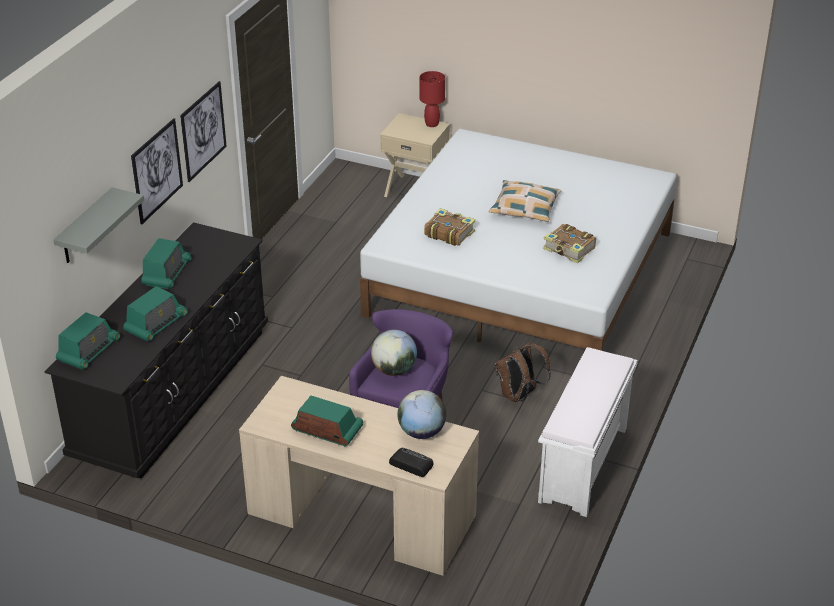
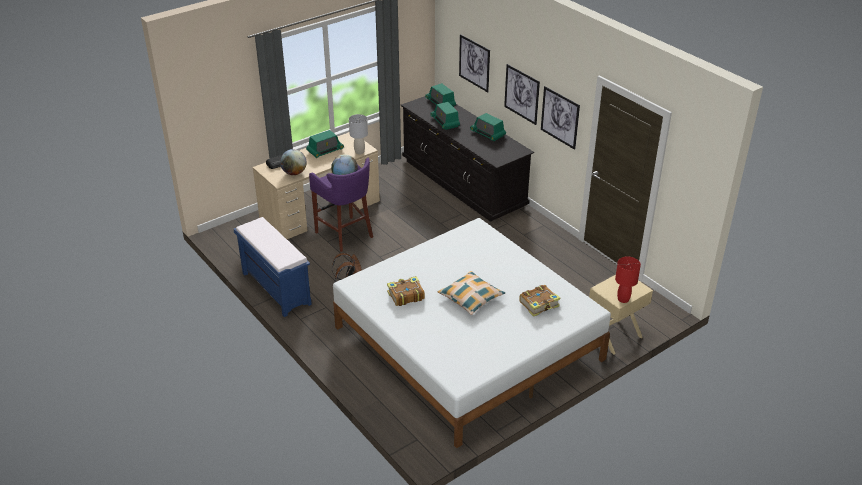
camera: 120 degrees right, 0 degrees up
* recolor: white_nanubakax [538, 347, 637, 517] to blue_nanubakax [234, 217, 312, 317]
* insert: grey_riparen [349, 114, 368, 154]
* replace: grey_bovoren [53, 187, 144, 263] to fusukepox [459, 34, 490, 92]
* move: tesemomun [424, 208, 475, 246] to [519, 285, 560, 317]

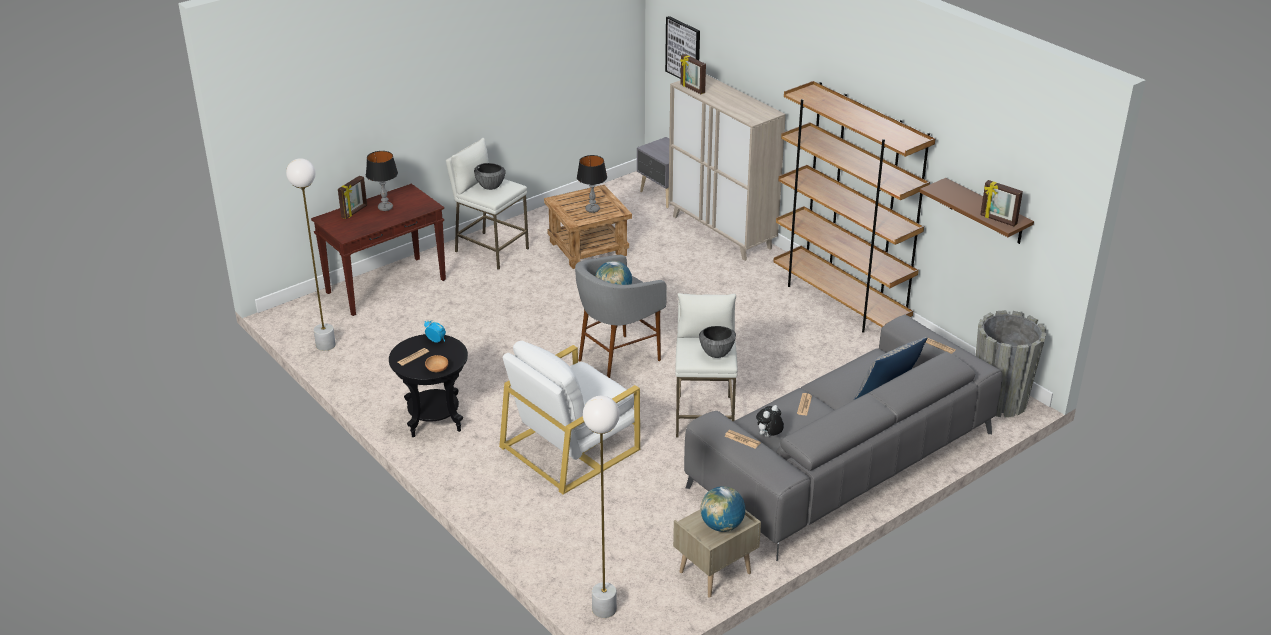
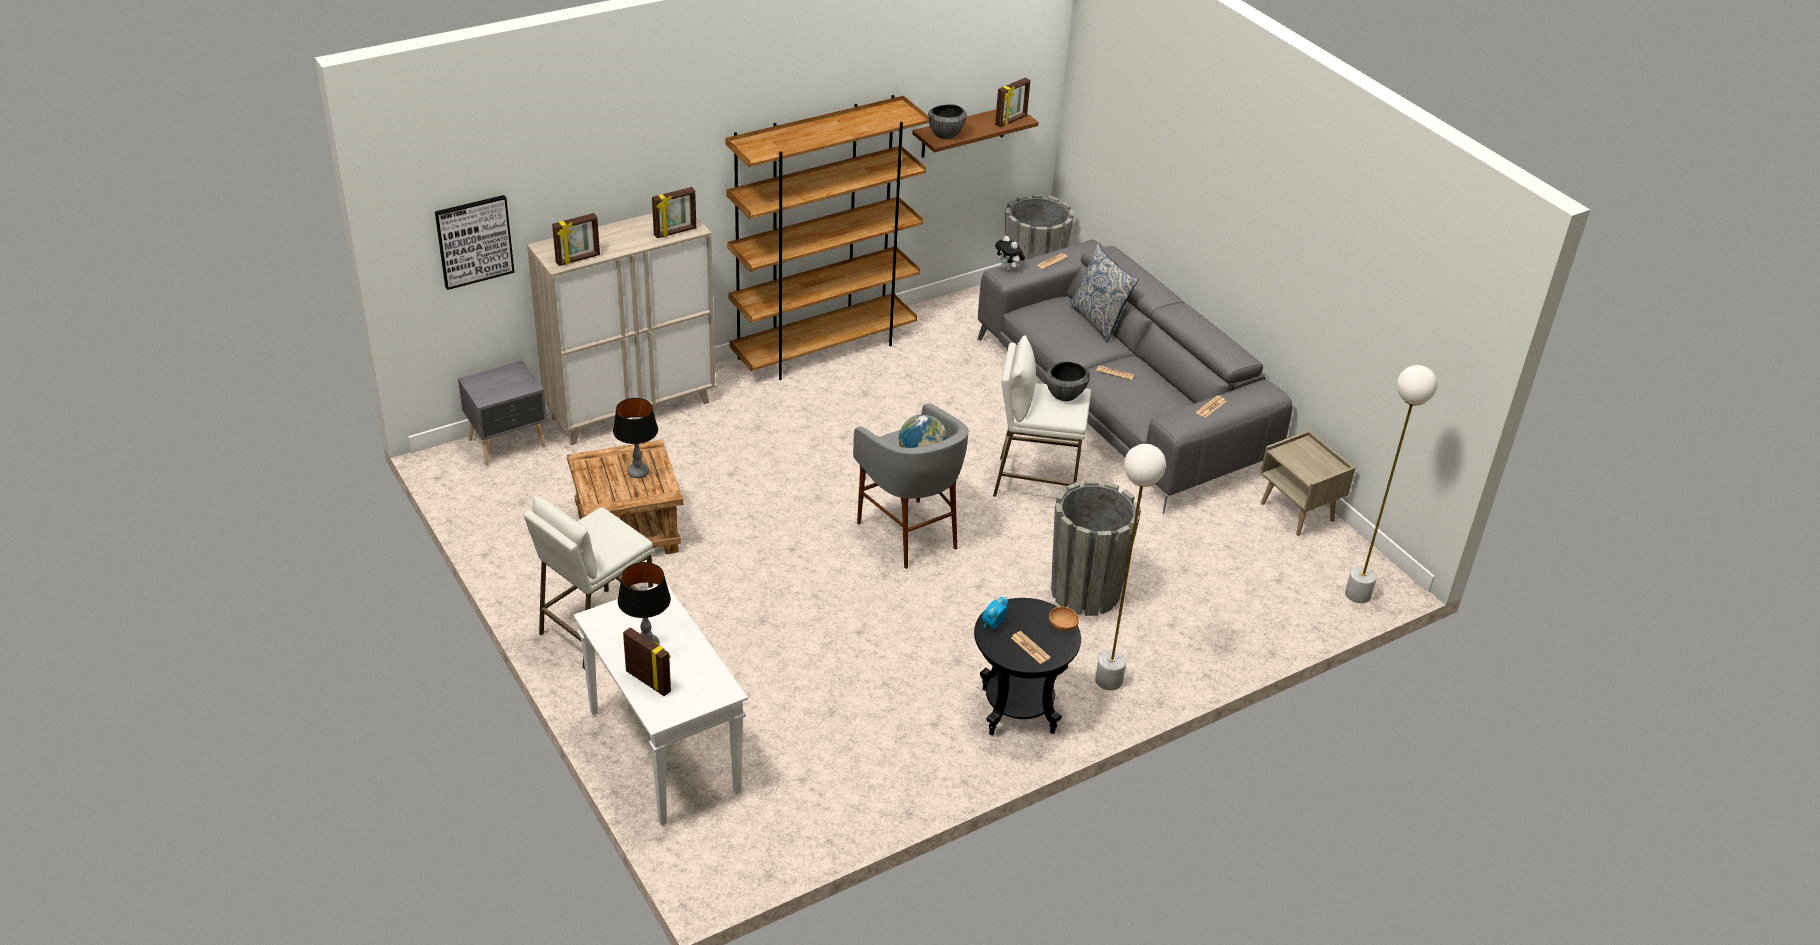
camera: 85 degrees left, 5 degrees up
* recolor: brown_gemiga [311, 184, 446, 316] to white_gemiga [573, 585, 748, 826]
* insert: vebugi [652, 187, 696, 238]
* move: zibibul [474, 163, 506, 190] to [928, 104, 967, 139]
* move: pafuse [756, 405, 784, 437] to [995, 236, 1025, 271]
* replace: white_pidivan [499, 341, 640, 494] to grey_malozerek [1051, 480, 1141, 616]
* move: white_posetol [286, 158, 336, 351] to [1095, 444, 1166, 690]
* delete: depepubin [700, 486, 745, 532]

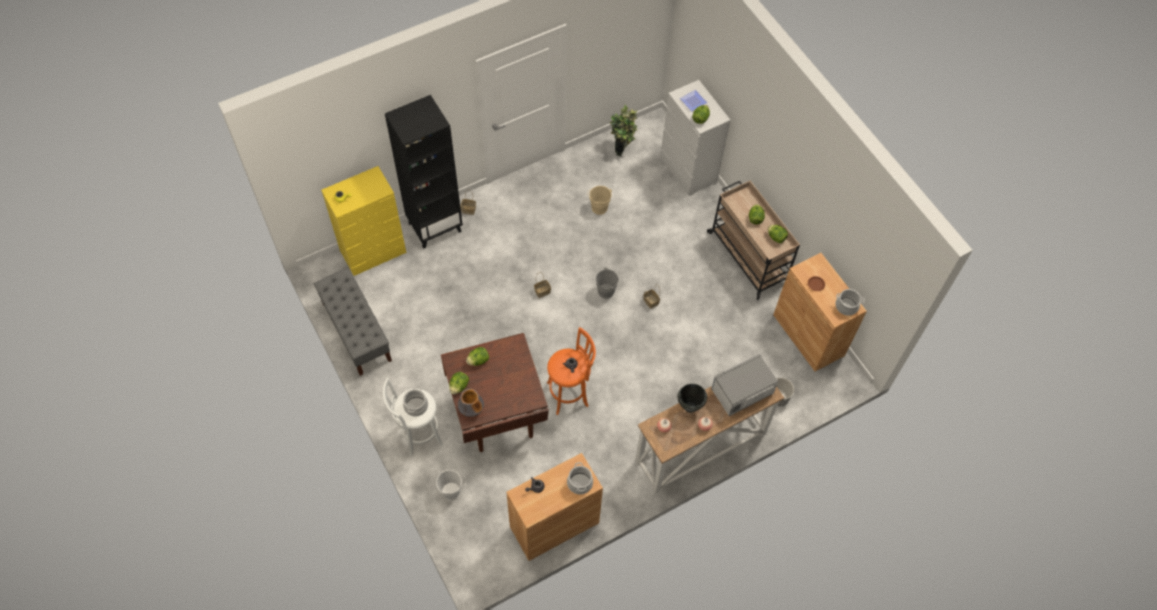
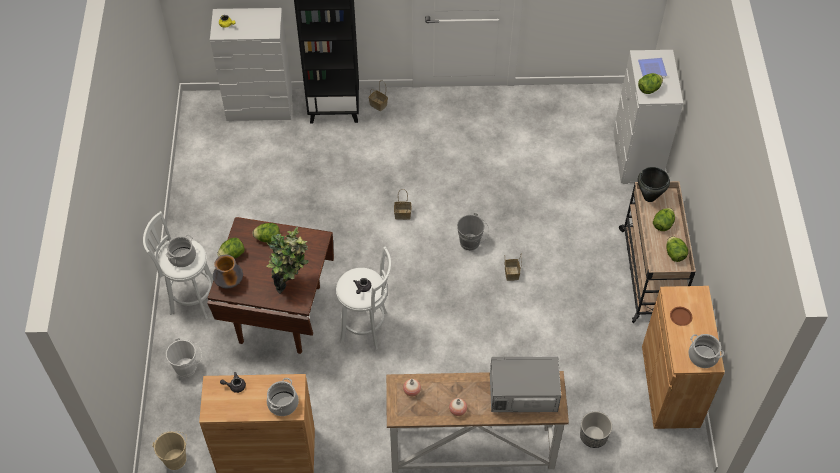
camera: 30 degrees right, 5 degrees down
* move: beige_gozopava [587, 186, 612, 215] to [152, 431, 187, 470]
* recolor: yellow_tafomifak [321, 166, 406, 276] to white_tafomifak [210, 8, 292, 121]
* move: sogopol [610, 104, 638, 157] to [267, 227, 309, 294]
* recolor: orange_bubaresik [547, 327, 596, 415] to white_bubaresik [336, 246, 391, 350]
* move: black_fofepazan [677, 384, 707, 413] to [638, 167, 670, 202]
* delete: grey_nanubakax [314, 268, 392, 376]

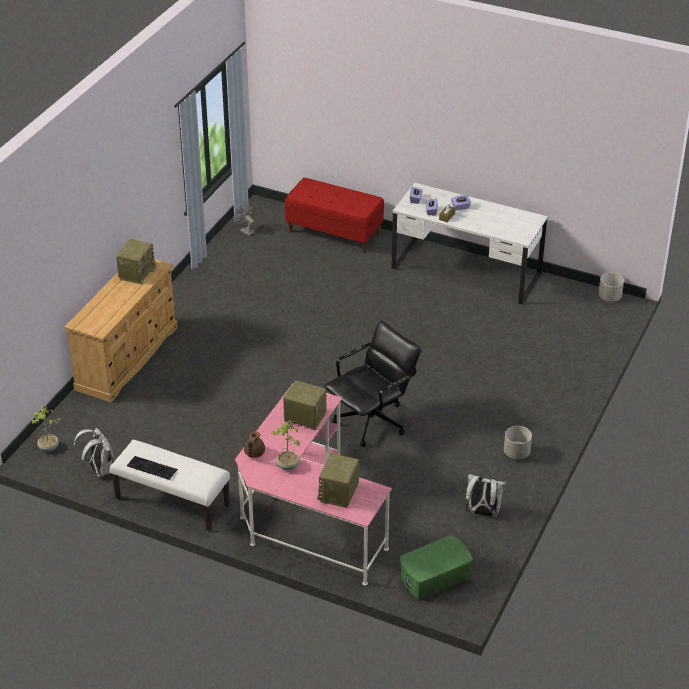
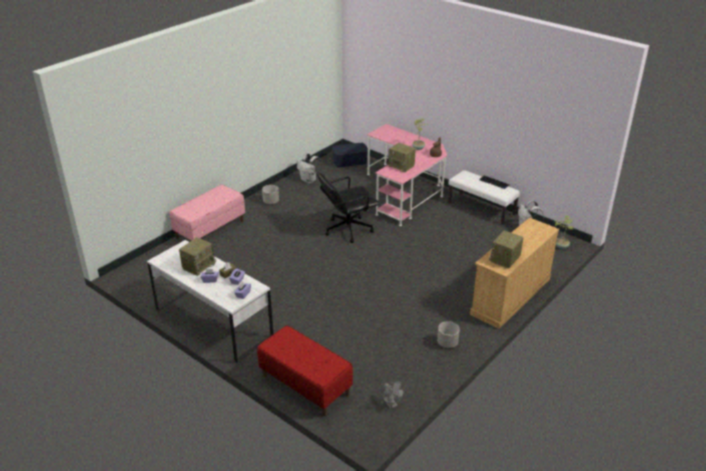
camera: 165 degrees left, 5 degrees down
* insert: pink_nanubakax [170, 185, 245, 241]
* move: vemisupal [317, 453, 359, 508] to [179, 237, 216, 276]
* recolor: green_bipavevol [399, 535, 473, 600] to blue_bipavevol [332, 143, 368, 167]
* move: grey_malozerek [598, 273, 624, 302] to [437, 321, 460, 348]

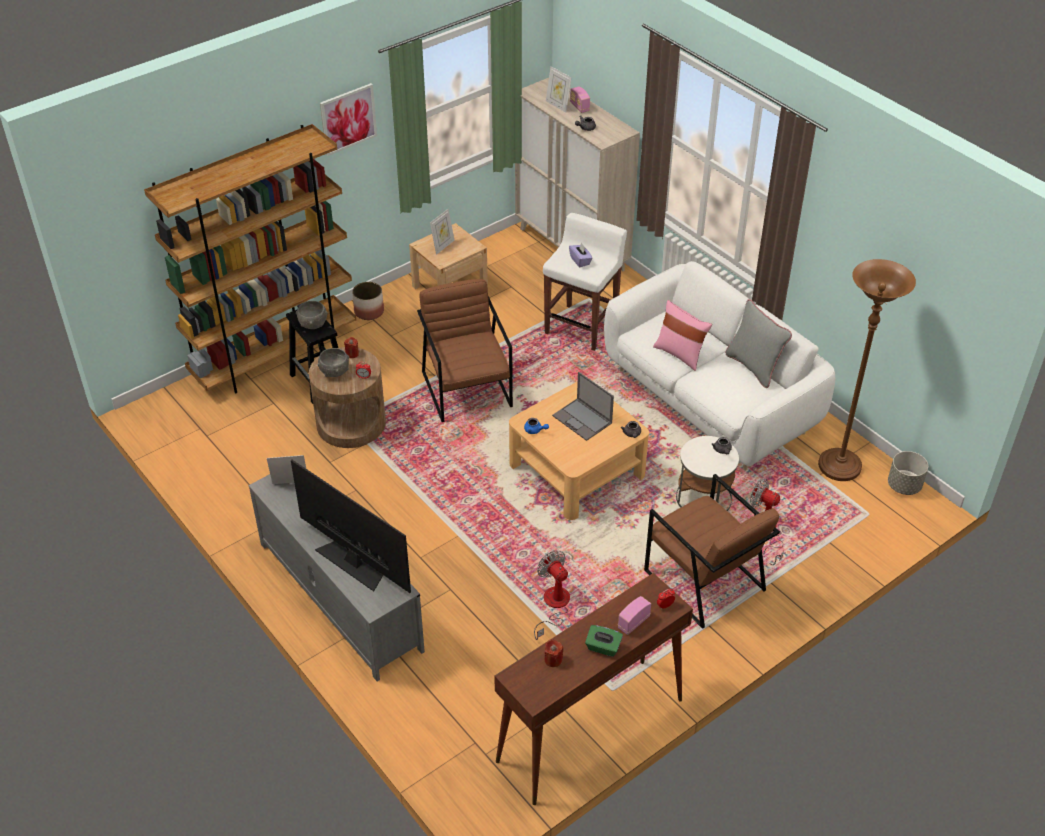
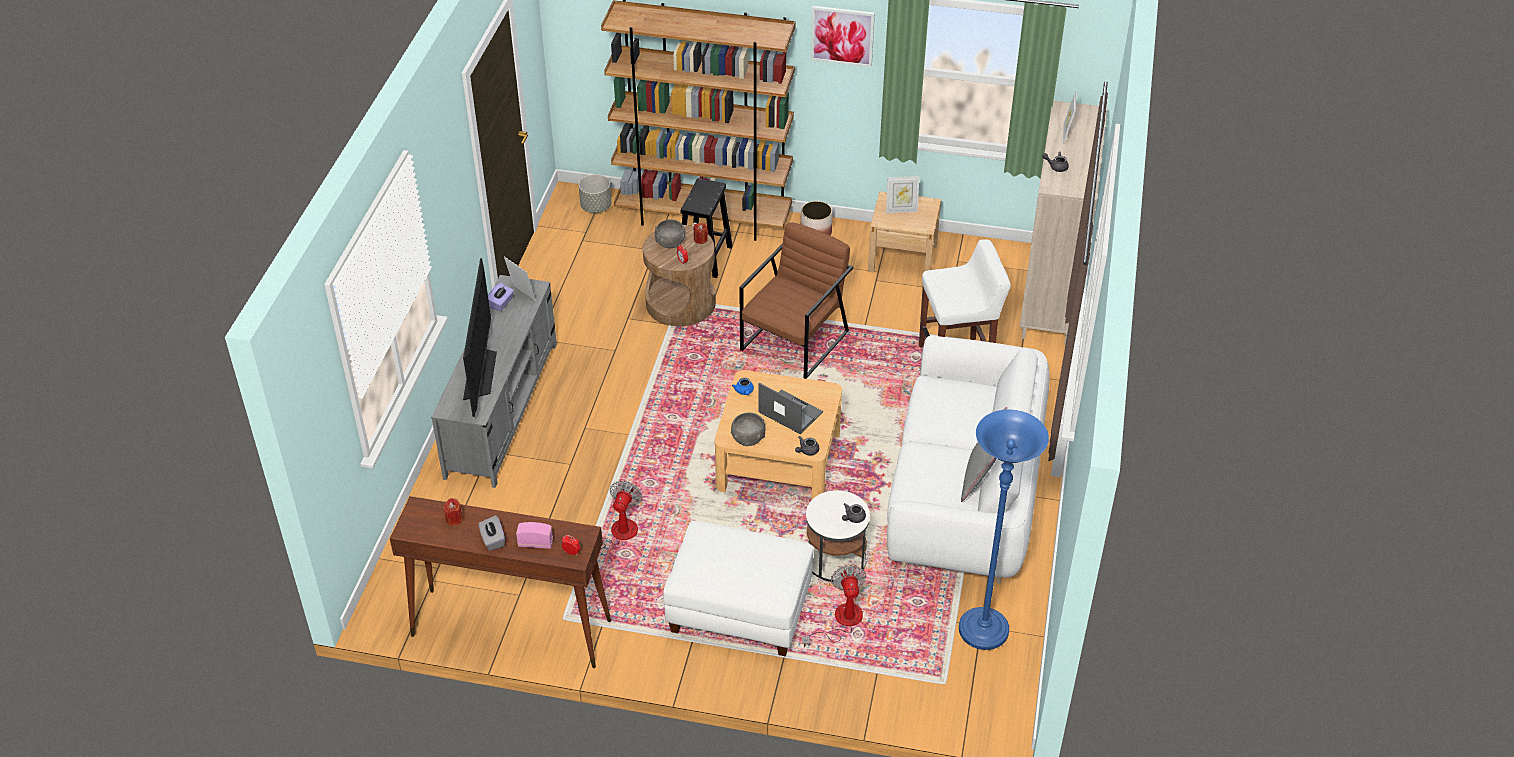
camera: 50 degrees right, 0 degrees up
* recolor: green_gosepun [585, 625, 623, 657] to grey_gosepun [478, 515, 505, 551]
* move: purple_gosepun [569, 242, 593, 267] to [488, 283, 514, 311]
* move: grey_malozerek [888, 451, 928, 495] to [579, 174, 612, 213]
* replace: brown_pidivan [644, 474, 780, 629] to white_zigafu [663, 521, 813, 657]
* move: grey_zibibul [296, 301, 328, 329] to [731, 412, 766, 447]
* rotate: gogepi [552, 372, 614, 441] = [758, 383, 823, 434] 120 degrees clockwise
* recolor: brown_posetol [818, 259, 916, 481] to blue_posetol [959, 410, 1049, 650]
* delete: vemisupal [570, 87, 590, 113]
* delete: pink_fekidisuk [653, 300, 712, 371]

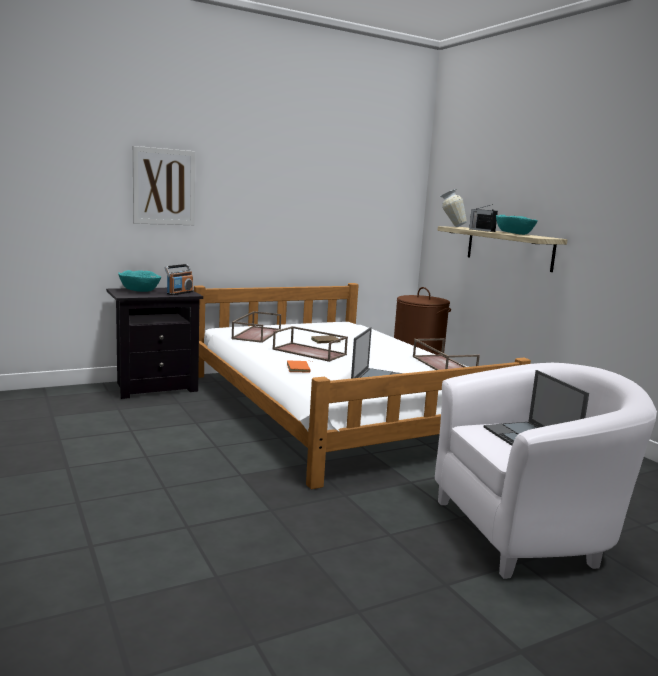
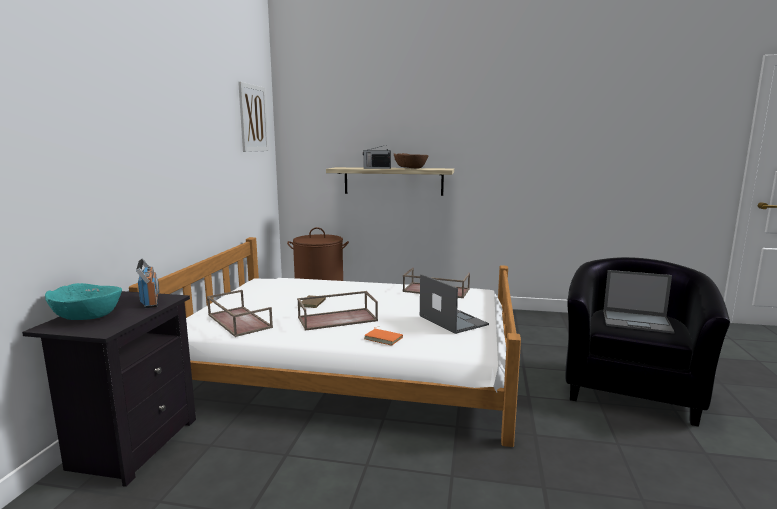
camera: 50 degrees left, 0 degrees up
* move: fusukepox [133, 146, 195, 225] to [238, 82, 269, 152]
* recolor: turquoise_zibibul [496, 215, 538, 235] to brown_zibibul [394, 153, 428, 169]
* recolor: white_pidivan [435, 363, 657, 579] to black_pidivan [565, 257, 730, 427]
* delete: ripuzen [440, 189, 467, 227]

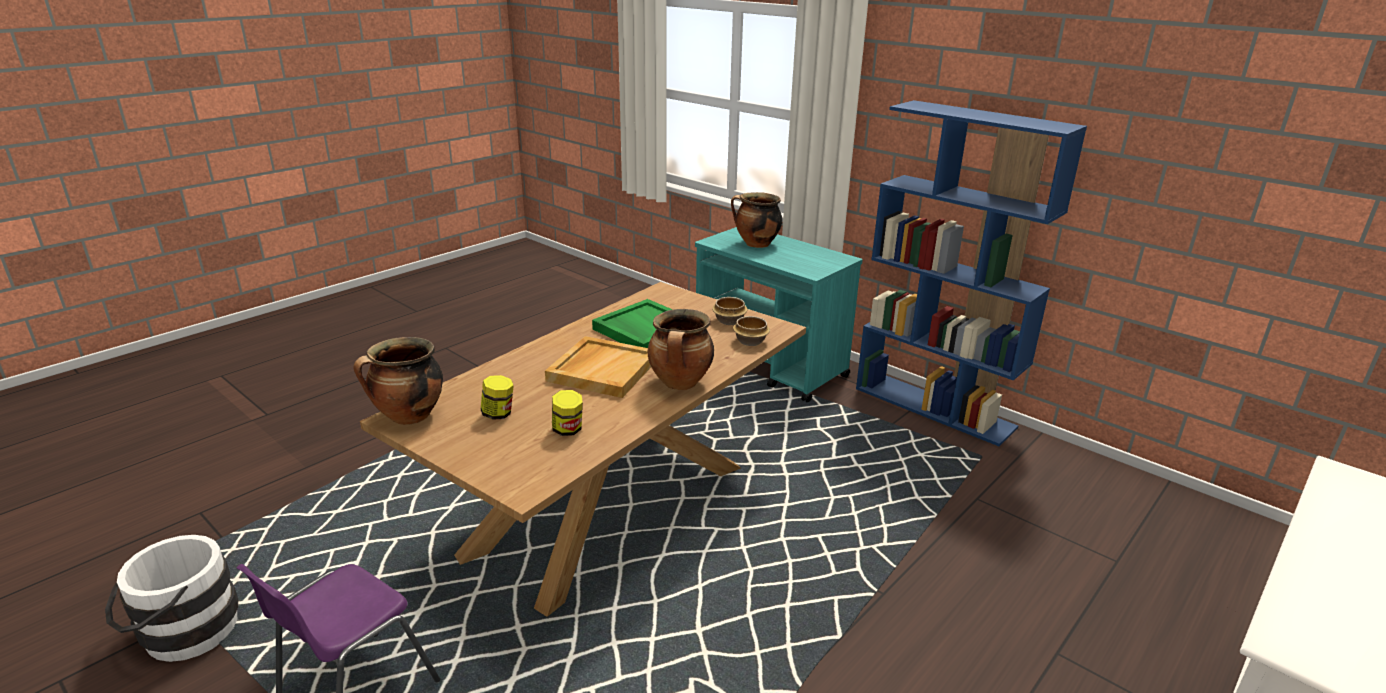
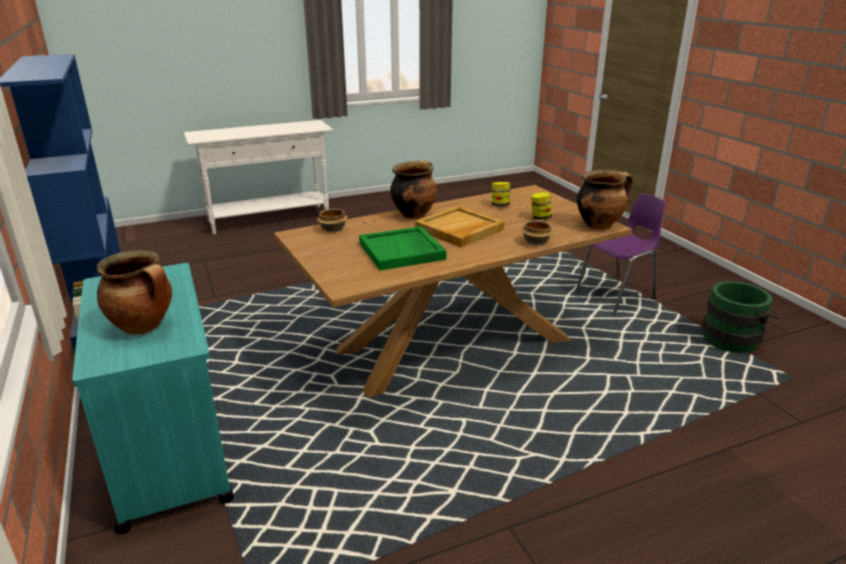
camera: 155 degrees left, 0 degrees up
* move: zibibul [712, 297, 748, 325] to [521, 221, 553, 245]
* recolor: white_gozopava [105, 535, 238, 662] to green_gozopava [703, 281, 781, 353]

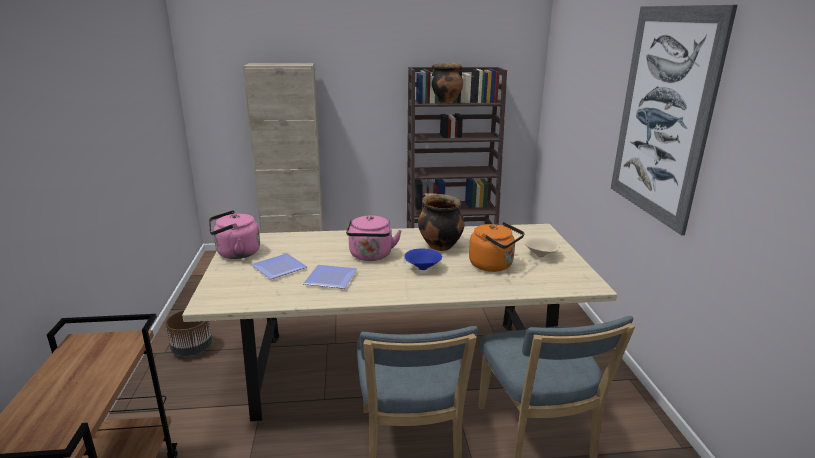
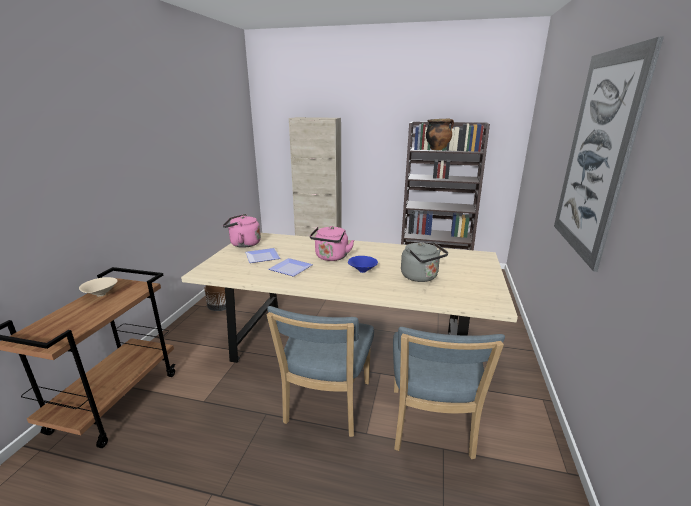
camera: 20 degrees right, 0 degrees up
* move: beige_zibibul [524, 237, 560, 257] to [79, 277, 118, 297]
* recolor: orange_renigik [469, 222, 525, 272] to grey_renigik [401, 242, 448, 282]
* delete: fofepazan [418, 193, 464, 251]

